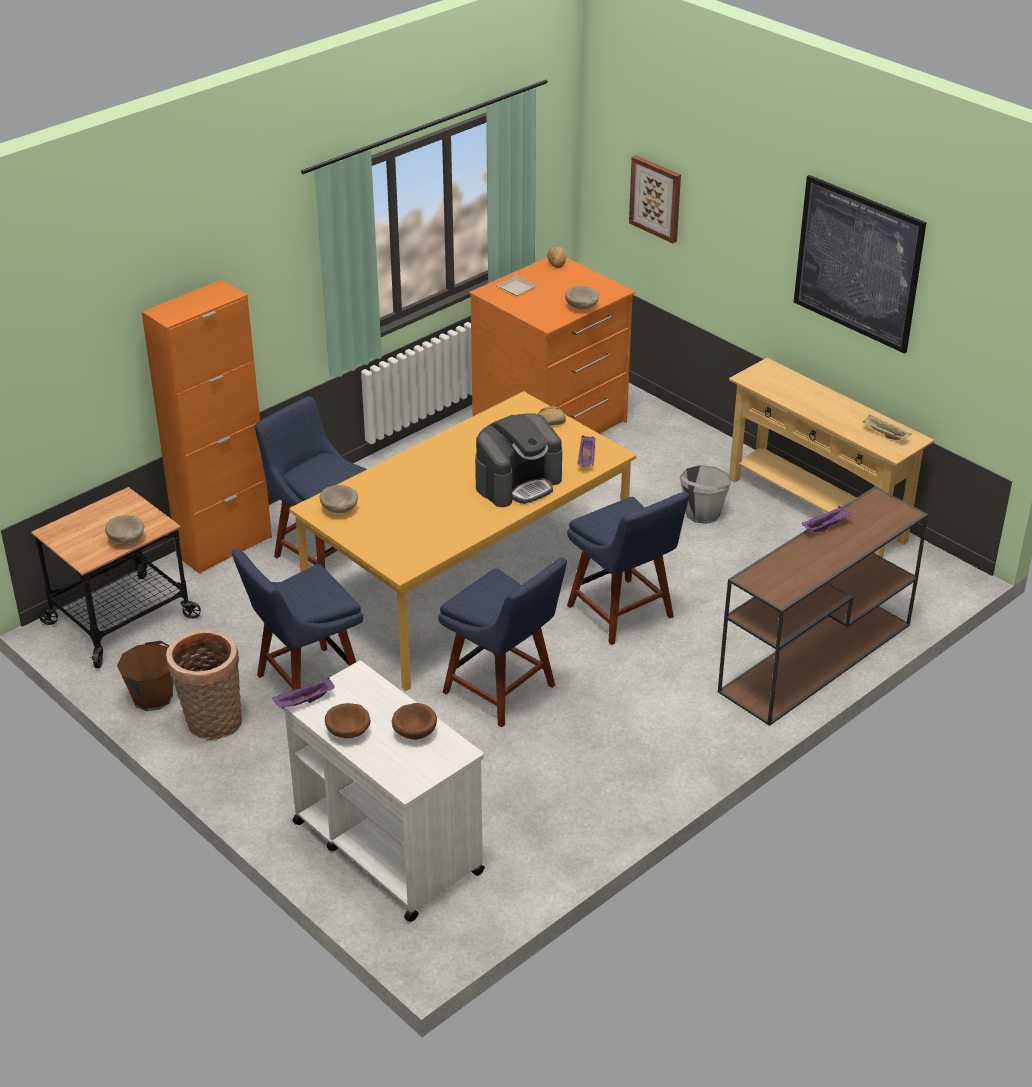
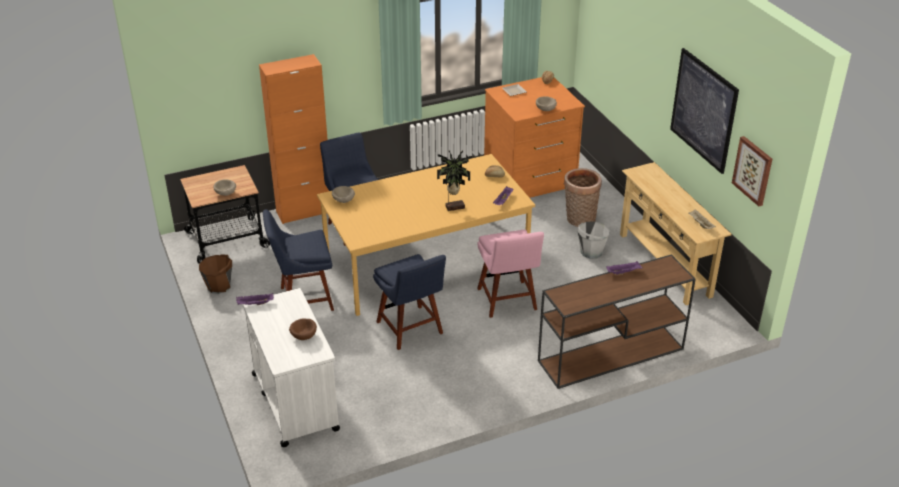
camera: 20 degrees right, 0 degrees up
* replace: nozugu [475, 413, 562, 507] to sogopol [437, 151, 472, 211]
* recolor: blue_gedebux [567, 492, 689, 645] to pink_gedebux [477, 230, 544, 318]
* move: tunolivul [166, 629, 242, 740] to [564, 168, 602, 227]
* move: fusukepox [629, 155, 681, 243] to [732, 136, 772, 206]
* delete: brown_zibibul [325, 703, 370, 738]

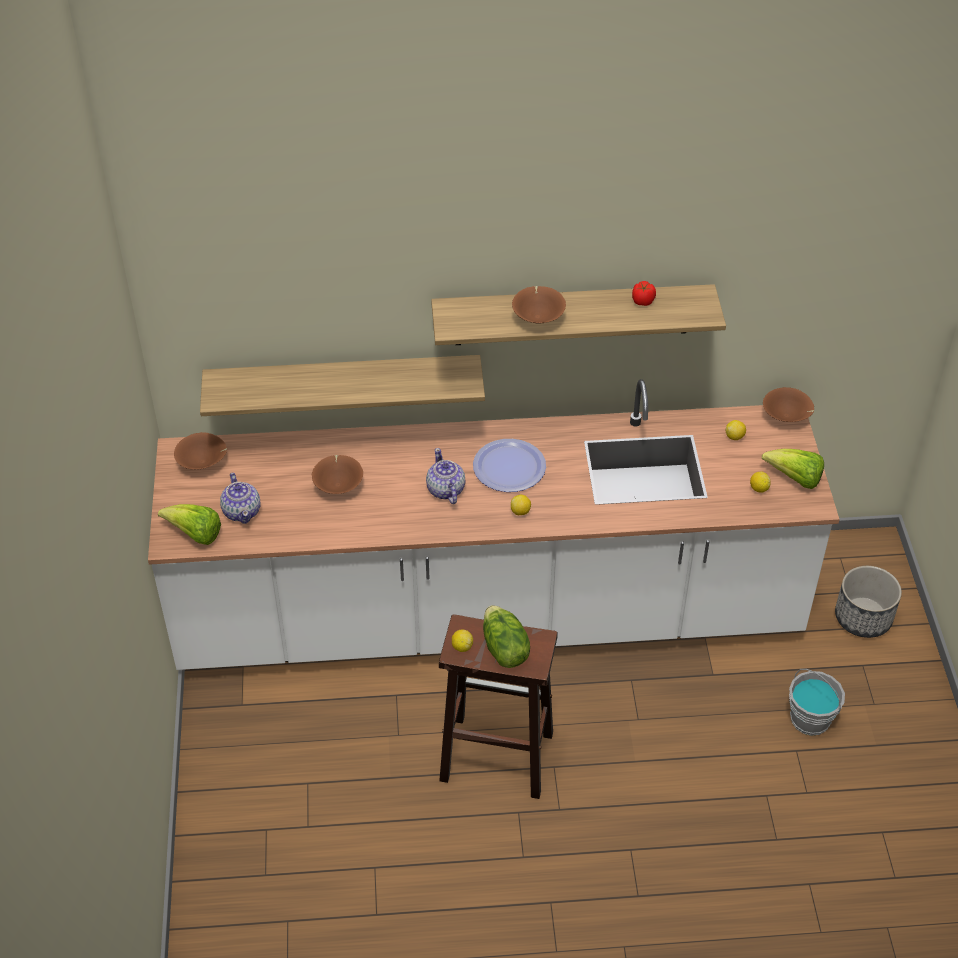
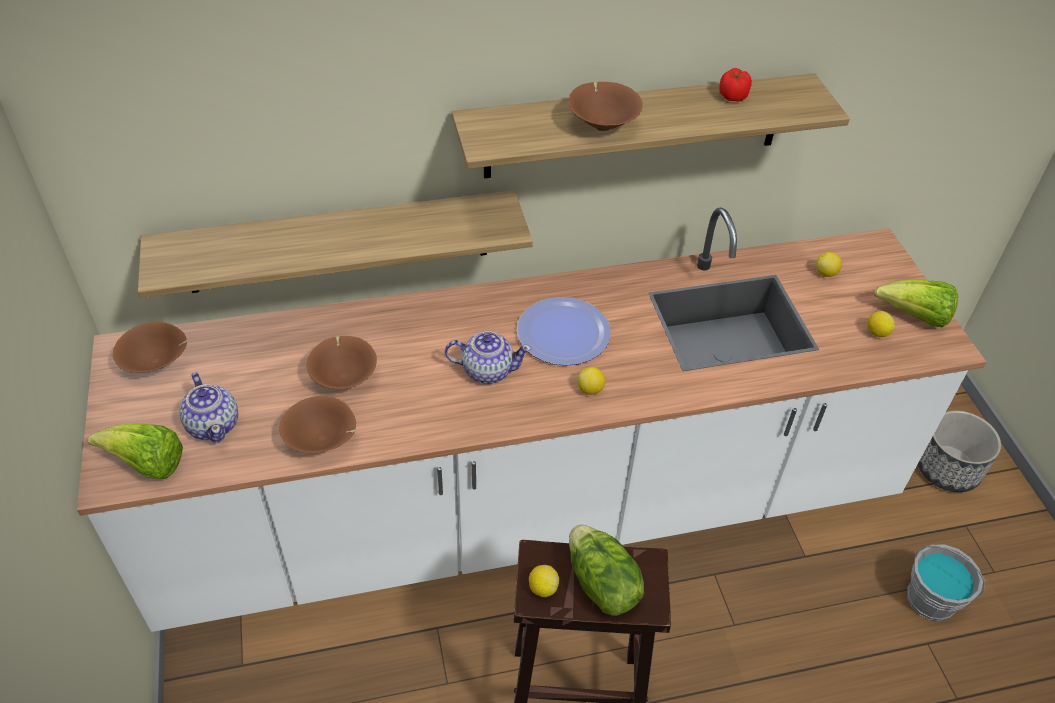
camera: 10 degrees left, 0 degrees up
* move: brown_zibibul [763, 387, 814, 422] to [280, 396, 356, 453]
* rotate: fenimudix [426, 448, 466, 504] = [445, 331, 531, 384] 120 degrees clockwise

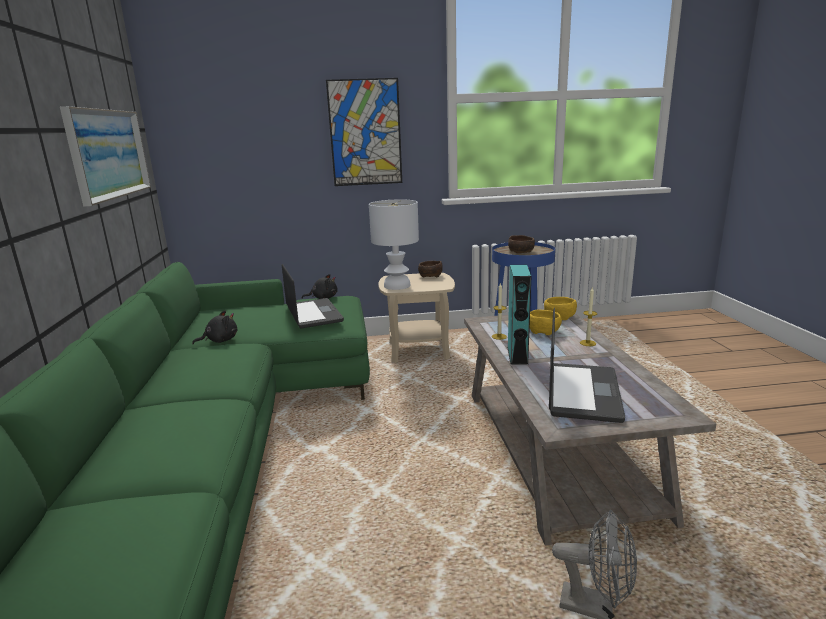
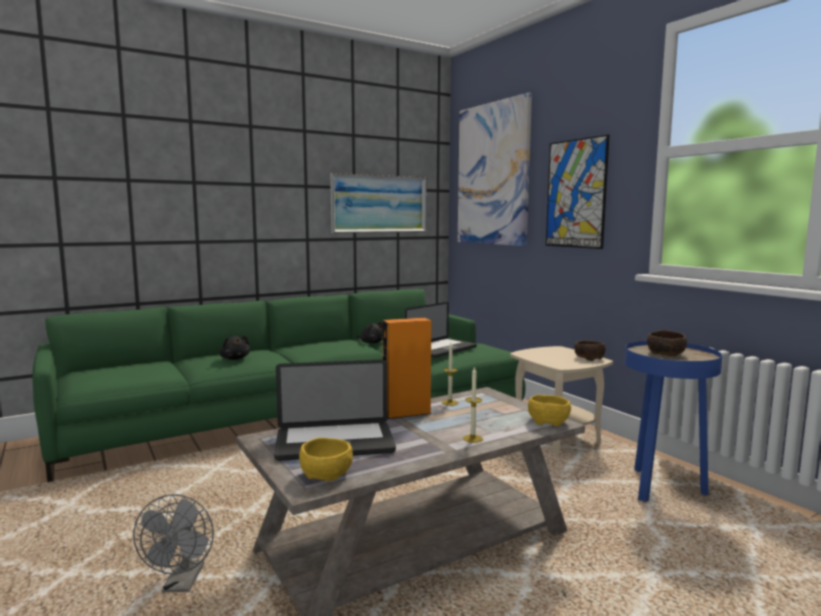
camera: 65 degrees right, 10 degrees down
* move: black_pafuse [302, 274, 337, 299] to [220, 336, 250, 360]
* move: yellow_zibibul [530, 309, 562, 335] to [299, 438, 353, 481]
* recolor: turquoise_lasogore [507, 265, 531, 365] to orange_lasogore [383, 318, 431, 419]
* insert: fusukepox [458, 93, 532, 246]
* delete: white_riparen [369, 199, 419, 290]

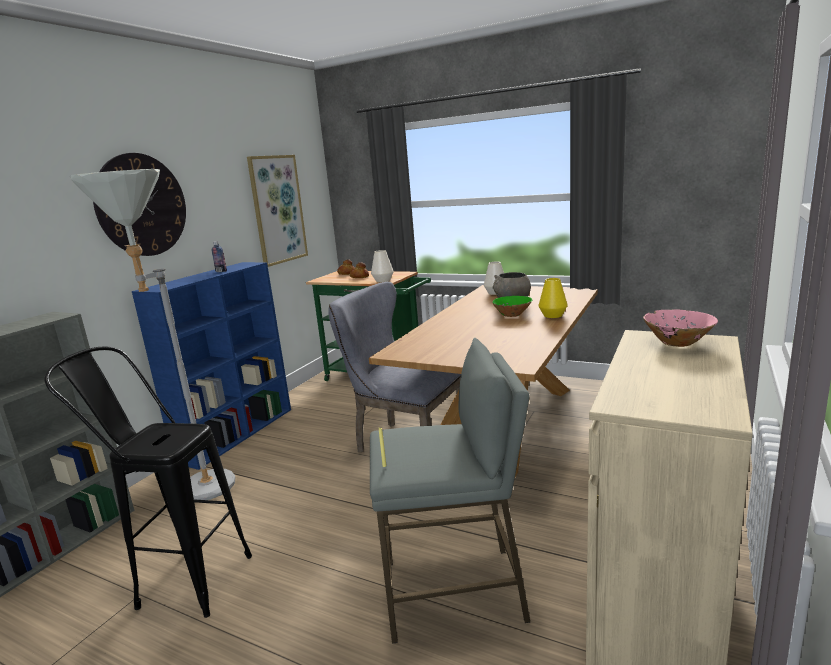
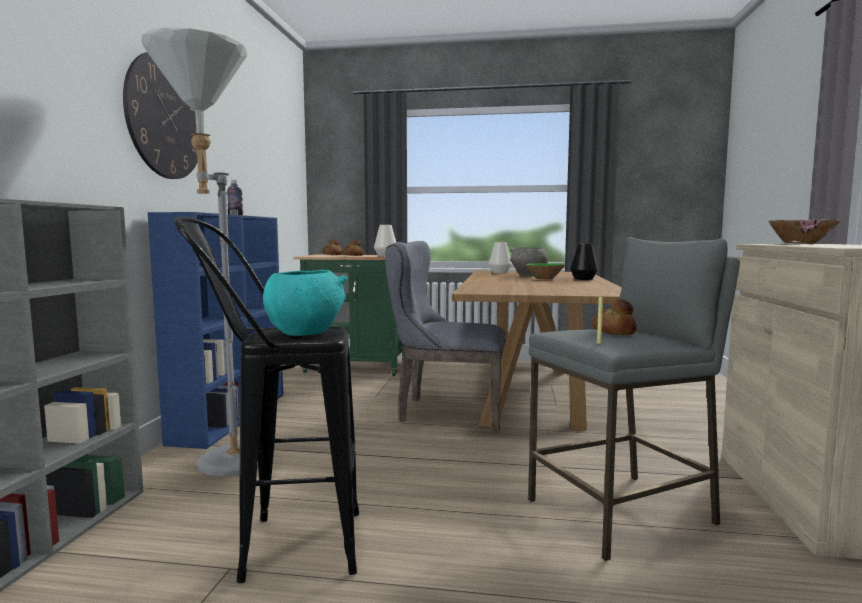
camera: 20 degrees left, 10 degrees down
* insert: turquoise_zibibul [263, 270, 348, 336]
* recolor: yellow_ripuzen [538, 278, 568, 318] to black_ripuzen [570, 244, 598, 280]
* insert: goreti [592, 299, 637, 335]
* delete: fusukepox [247, 155, 308, 267]

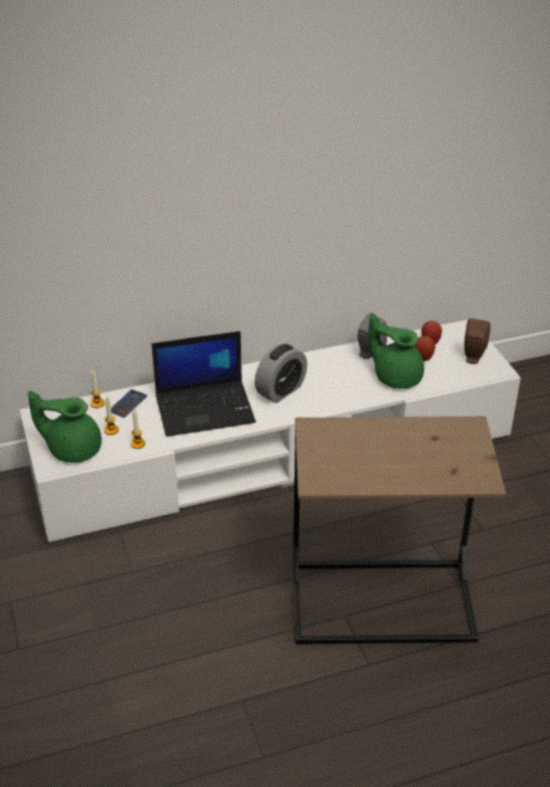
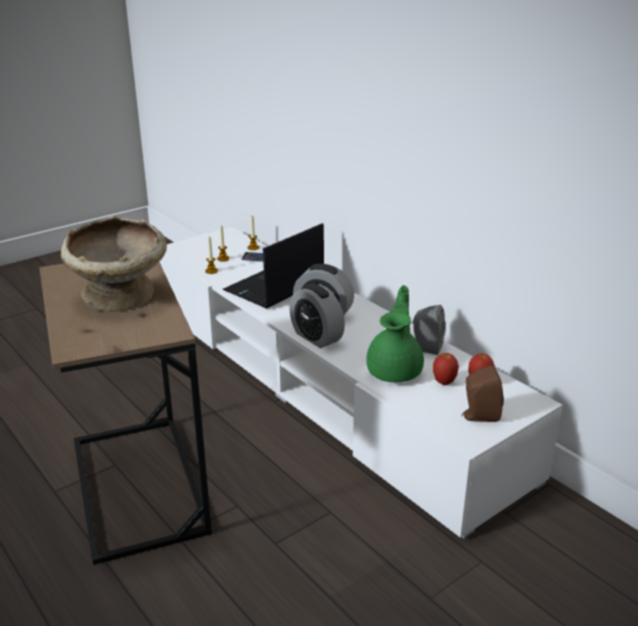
camera: 70 degrees right, 10 degrees down
* insert: beige_zibibul [61, 216, 167, 312]
* rotate: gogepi [152, 331, 256, 437] = [222, 223, 324, 309] 75 degrees clockwise
* insert: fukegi [289, 284, 345, 348]
* delete: green_fenimudix [28, 390, 102, 463]

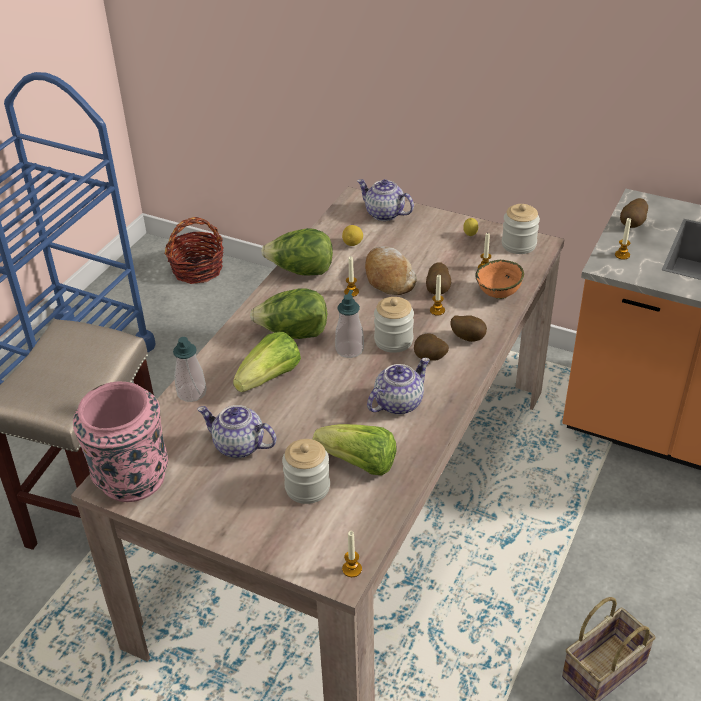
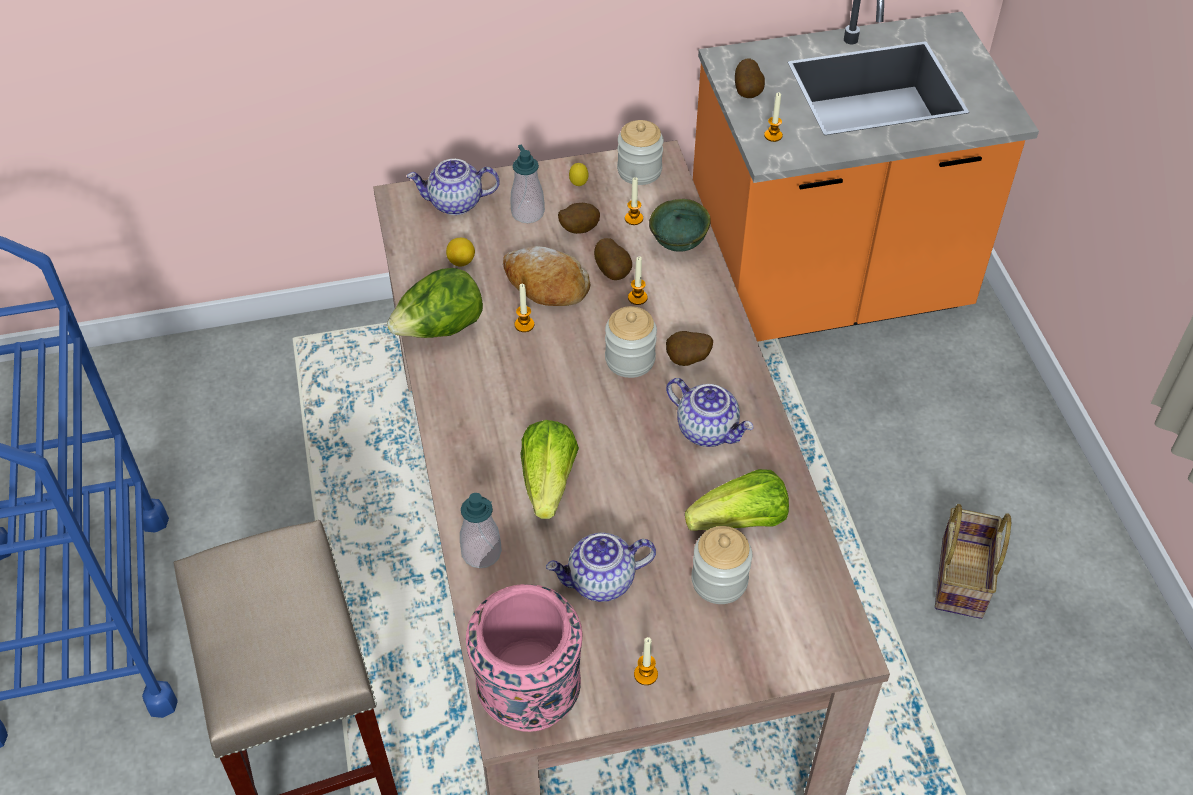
camera: 40 degrees left, 10 degrees up
* move: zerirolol [335, 290, 364, 358] to [510, 145, 545, 223]
* move: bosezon [451, 315, 487, 342] to [558, 203, 600, 234]
* move: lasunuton [342, 531, 362, 577] to [634, 637, 658, 685]
* recolor: orange_zibibul [475, 260, 524, 299] to green_zibibul [649, 199, 711, 252]
* rotate: fenimudix [367, 358, 430, 415] = [666, 378, 754, 447] 120 degrees clockwise
* delete: tunolivul [165, 217, 224, 284]
* delete: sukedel [250, 288, 327, 339]

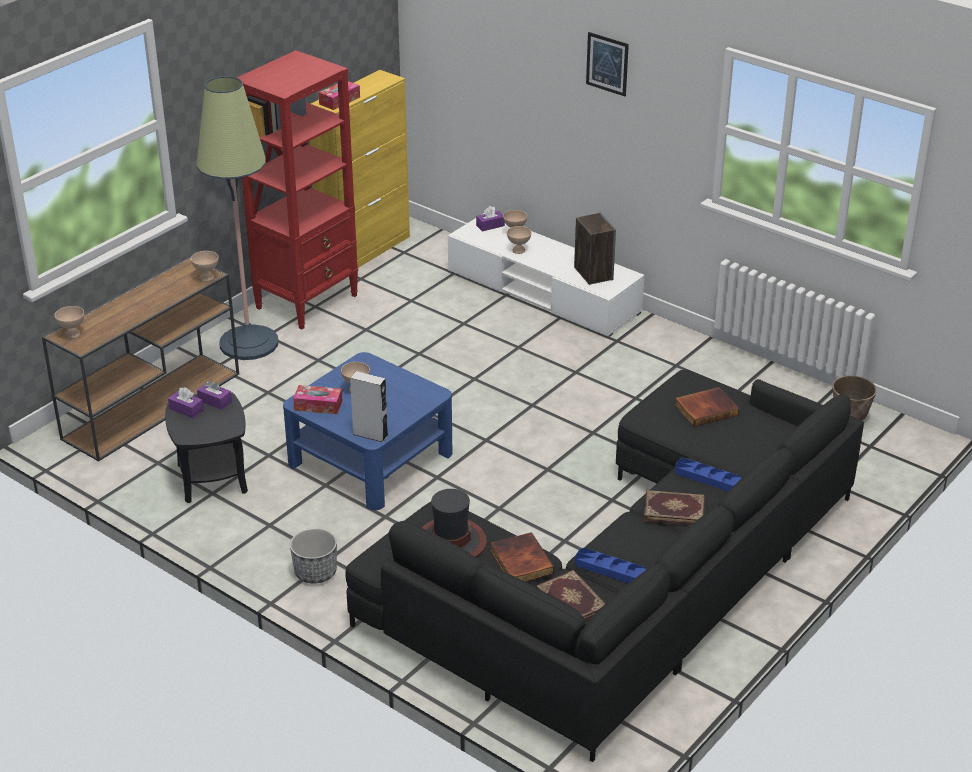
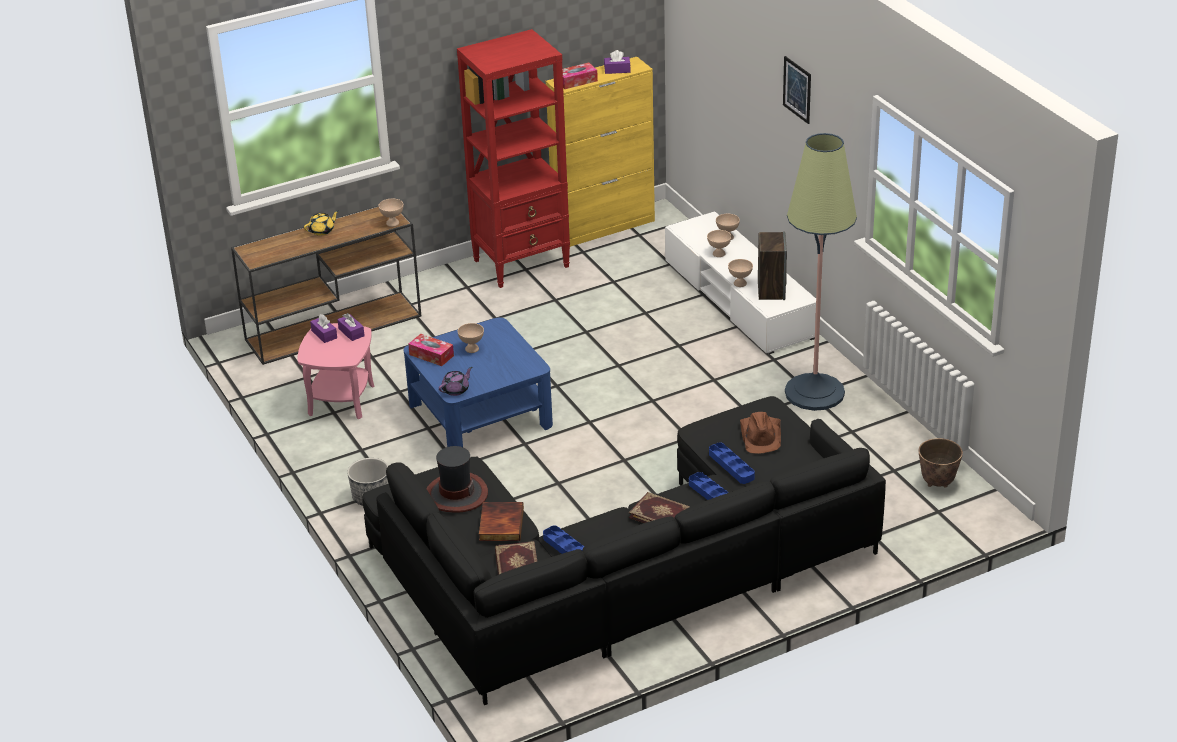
camera: 25 degrees right, 0 degrees up
* recolor: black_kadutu [165, 392, 248, 503] to pink_kadutu [297, 323, 375, 419]
* insert: yellow_fenimudix [304, 210, 339, 236]
* replace: grey_lasogore [350, 371, 388, 442] to purple_fenimudix [439, 367, 472, 396]
* move: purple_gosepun [476, 206, 505, 232] to [604, 50, 630, 74]
* insert: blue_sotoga [709, 442, 755, 484]
* move: beige_zibibul [55, 306, 84, 339] to [728, 259, 753, 287]
* replace: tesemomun [675, 387, 739, 427] to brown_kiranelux [740, 412, 781, 454]
* move: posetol [196, 76, 278, 360] to [785, 133, 857, 411]

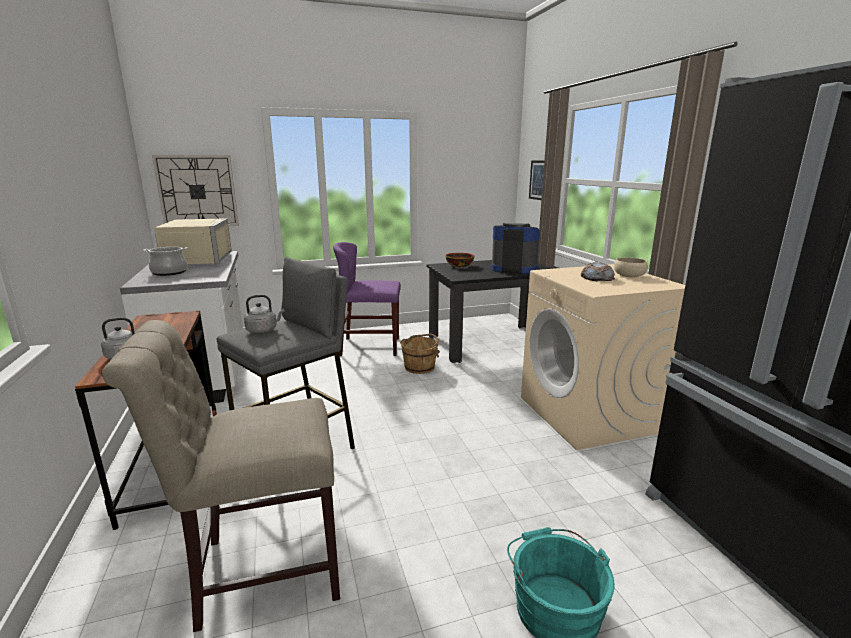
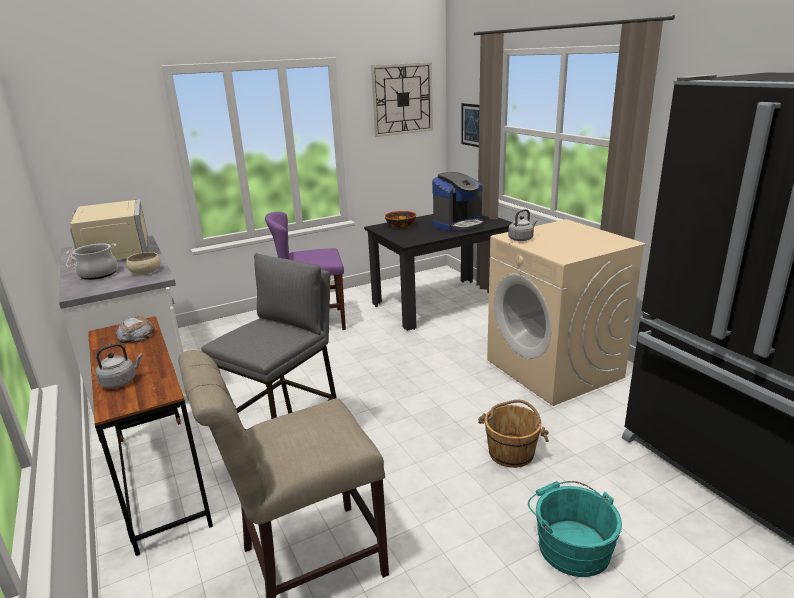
camera: 10 degrees left, 5 degrees up
* move: goreti [581, 262, 615, 281] to [116, 316, 154, 343]
* move: beige_zibibul [614, 257, 648, 277] to [126, 252, 161, 274]
* move: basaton [152, 155, 239, 226] to [371, 62, 433, 137]
* rotate: nozugu [491, 223, 540, 274] = [432, 172, 484, 232] 135 degrees clockwise
* move: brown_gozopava [400, 334, 440, 374] to [478, 400, 549, 468]
* move: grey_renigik [244, 295, 285, 333] to [508, 209, 537, 241]

